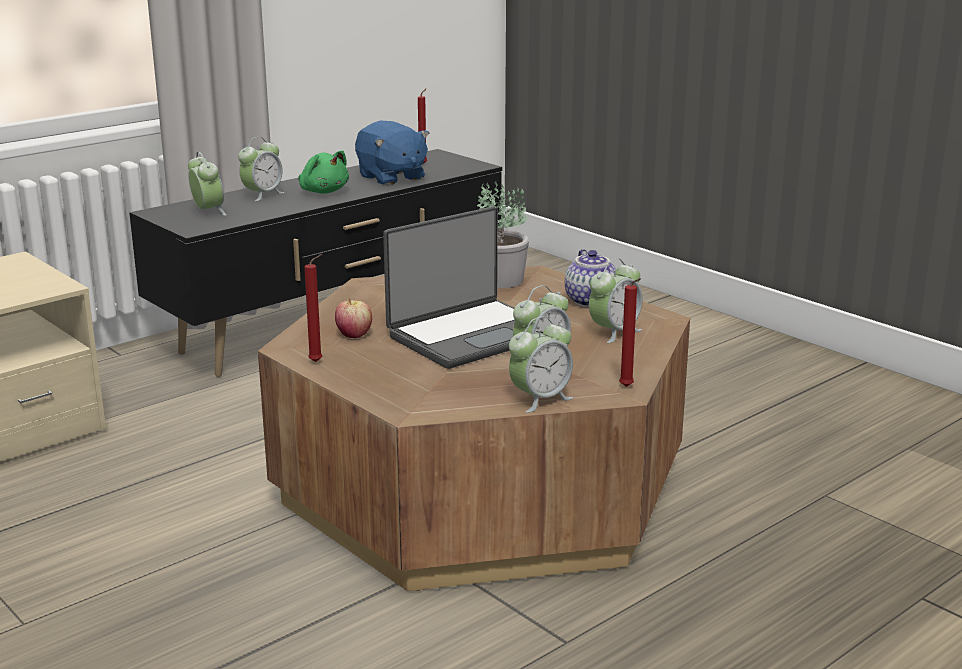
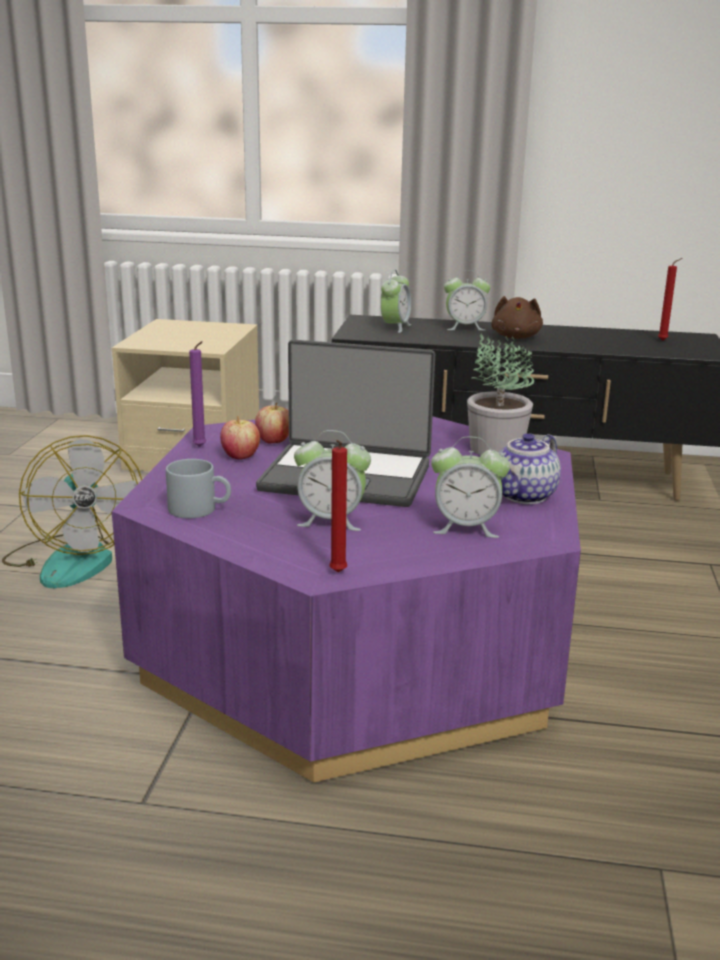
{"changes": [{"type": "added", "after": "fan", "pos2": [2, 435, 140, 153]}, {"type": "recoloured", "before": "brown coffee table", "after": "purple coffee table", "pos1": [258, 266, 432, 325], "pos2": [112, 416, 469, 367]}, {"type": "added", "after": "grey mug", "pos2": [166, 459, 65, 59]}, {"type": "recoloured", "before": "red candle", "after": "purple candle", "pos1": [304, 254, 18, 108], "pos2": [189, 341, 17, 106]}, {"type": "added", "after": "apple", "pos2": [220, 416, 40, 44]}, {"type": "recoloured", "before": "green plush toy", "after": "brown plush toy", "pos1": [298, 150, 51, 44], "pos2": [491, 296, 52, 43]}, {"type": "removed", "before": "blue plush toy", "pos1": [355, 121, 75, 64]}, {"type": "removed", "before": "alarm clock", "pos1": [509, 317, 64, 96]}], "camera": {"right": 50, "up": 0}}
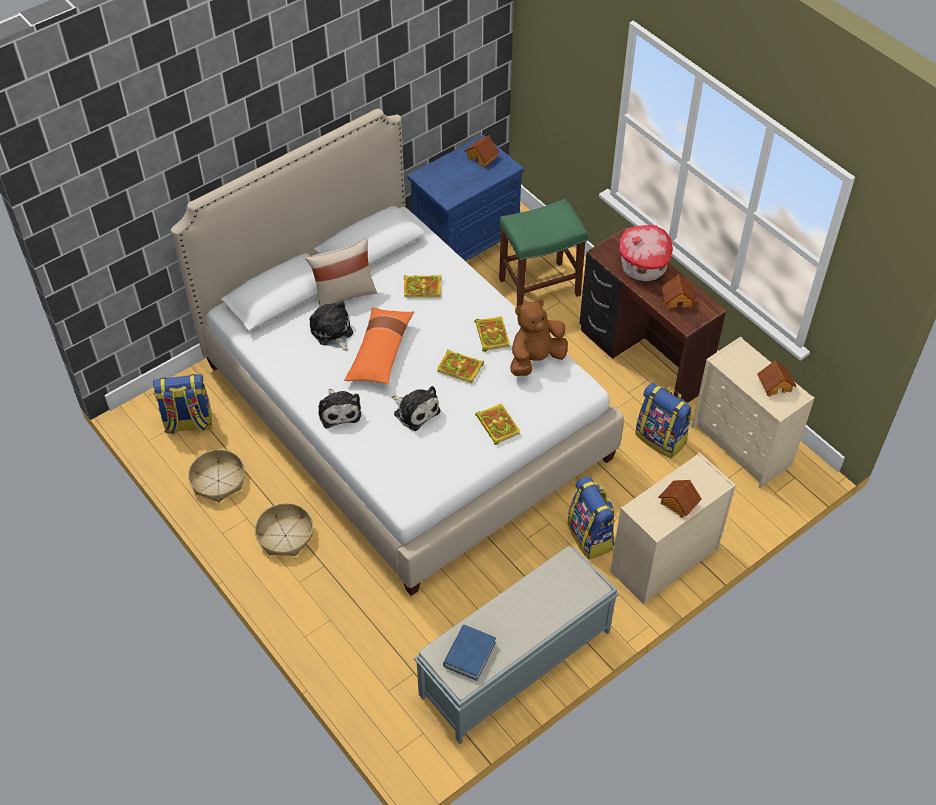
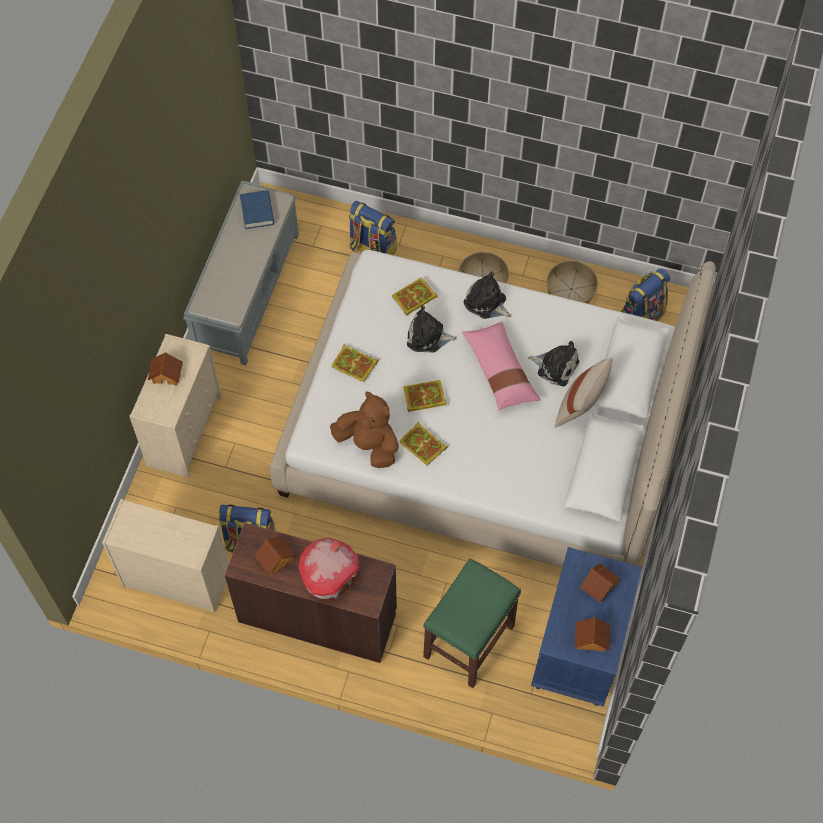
{"changes": [{"type": "turned", "before": "brown plush toy", "pos1": [510, 299, 58, 77], "pos2": [330, 391, 69, 77], "turn": -75}, {"type": "moved", "before": "backpack", "pos1": [567, 476, 49, 83], "pos2": [349, 201, 48, 54]}, {"type": "moved", "before": "book", "pos1": [404, 275, 38, 23], "pos2": [392, 277, 46, 39]}, {"type": "recoloured", "before": "orange pillow", "after": "pink pillow", "pos1": [344, 308, 70, 76], "pos2": [462, 322, 79, 89]}, {"type": "moved", "before": "toy house", "pos1": [757, 360, 39, 37], "pos2": [580, 563, 41, 40]}], "camera": {"right": 145, "up": 10}}
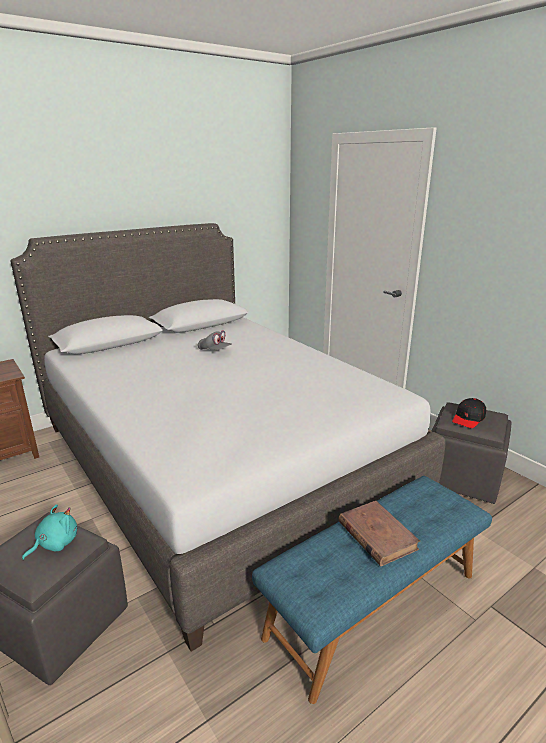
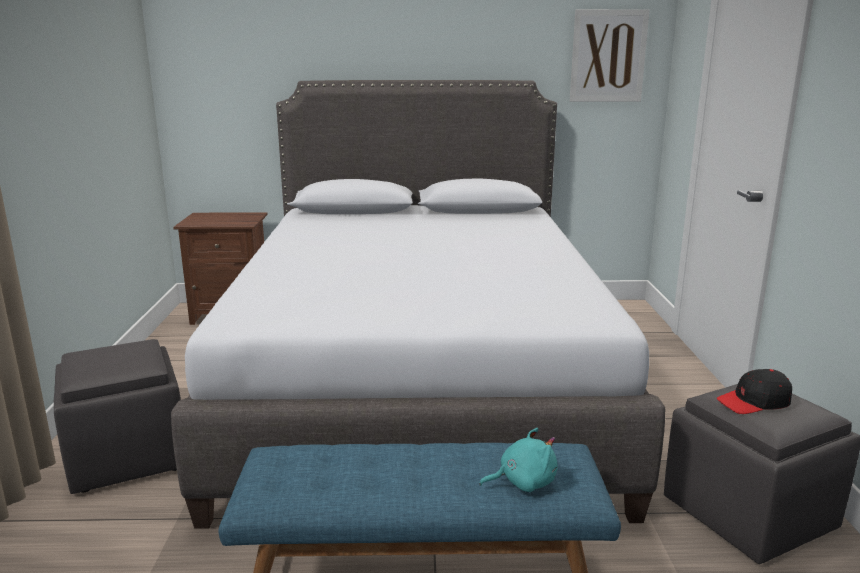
{"changes": [{"type": "moved", "before": "turquoise plush toy", "pos1": [22, 504, 55, 56], "pos2": [479, 428, 79, 64]}, {"type": "added", "after": "picture", "pos2": [570, 9, 80, 93]}, {"type": "removed", "before": "grey cap", "pos1": [198, 330, 34, 20]}, {"type": "removed", "before": "brown book", "pos1": [338, 501, 82, 65]}], "camera": {"right": 35, "up": -5}}
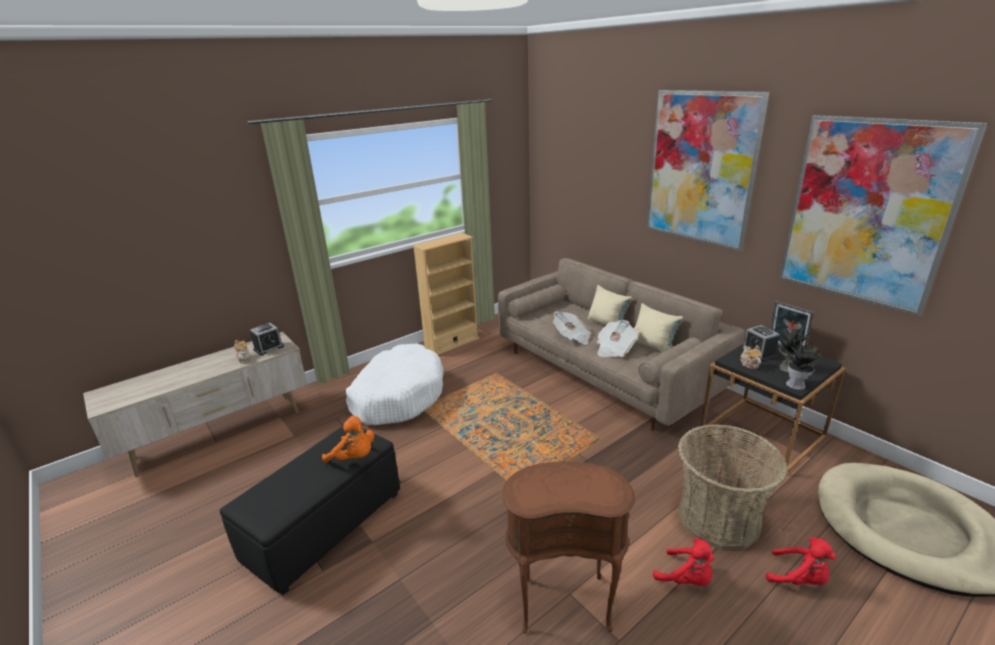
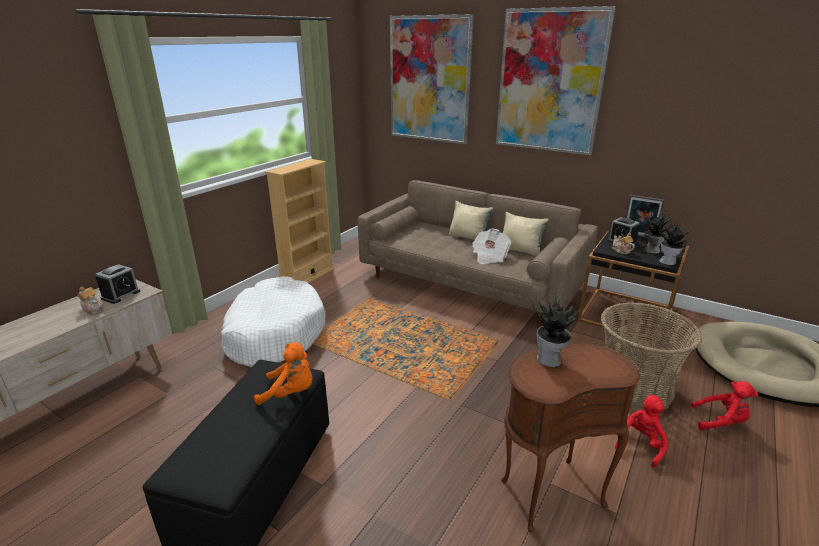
{"changes": [{"type": "moved", "before": "picture", "pos1": [779, 115, 208, 201], "pos2": [390, 14, 84, 130]}, {"type": "added", "after": "potted plant", "pos2": [532, 292, 49, 75]}, {"type": "turned", "before": "red plush toy", "pos1": [653, 538, 61, 48], "pos2": [615, 395, 53, 73], "turn": -75}, {"type": "removed", "before": "newspaper", "pos1": [553, 312, 38, 33]}], "camera": {"right": -20, "up": 0}}
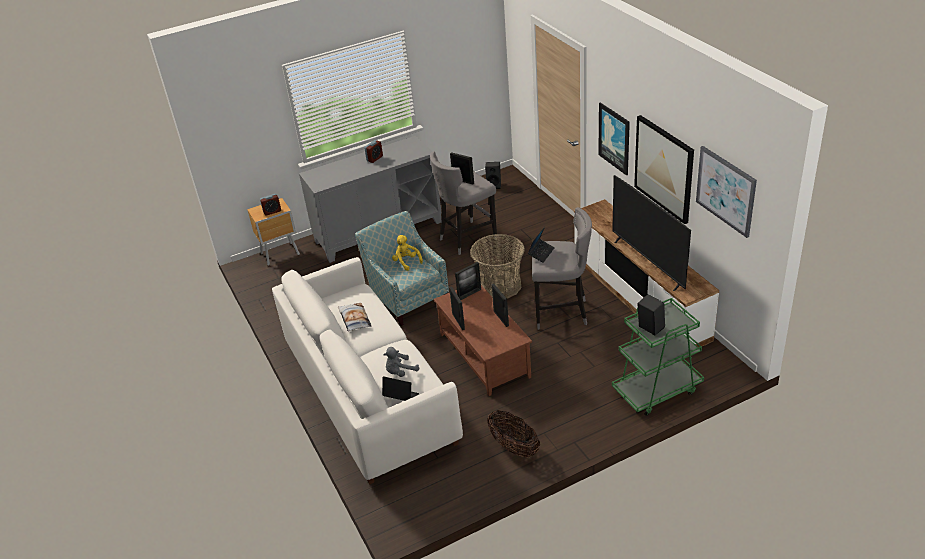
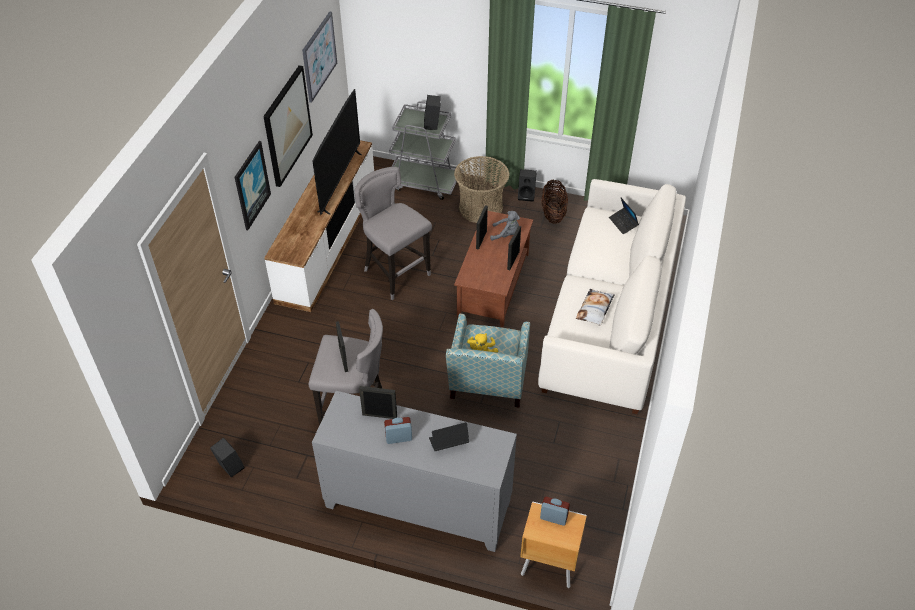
{"changes": [{"type": "moved", "before": "picture frame", "pos1": [455, 262, 26, 38], "pos2": [359, 386, 38, 33]}, {"type": "recoloured", "before": "green cart", "after": "grey cart", "pos1": [612, 298, 92, 118], "pos2": [389, 101, 72, 99]}, {"type": "moved", "before": "laptop", "pos1": [528, 227, 27, 36], "pos2": [429, 422, 40, 29]}, {"type": "moved", "before": "basket", "pos1": [470, 234, 55, 65], "pos2": [454, 156, 55, 67]}, {"type": "moved", "before": "grey plush toy", "pos1": [383, 347, 36, 30], "pos2": [490, 211, 30, 30]}, {"type": "added", "after": "black speaker", "pos2": [518, 169, 19, 33]}], "camera": {"right": -140, "up": 10}}
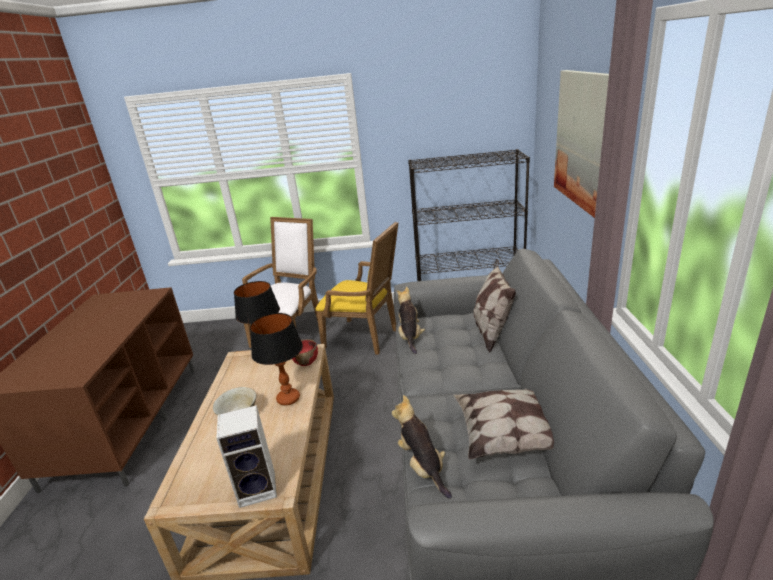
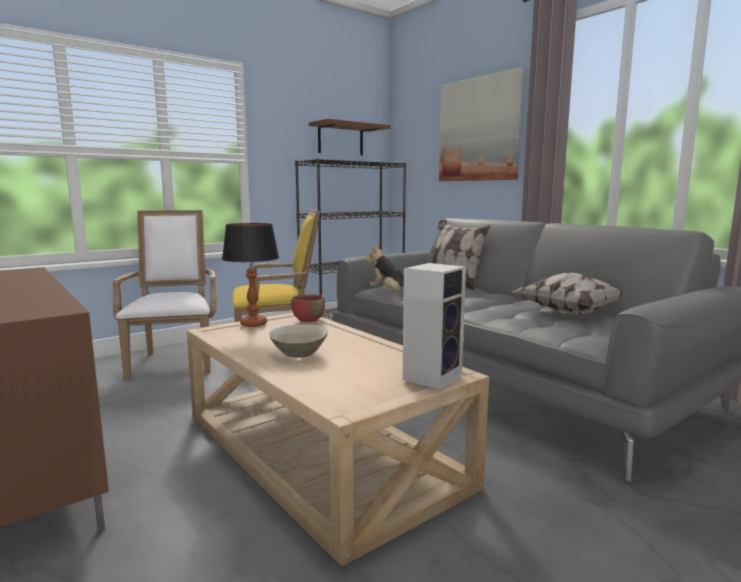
{"changes": [{"type": "added", "after": "brown shelf", "pos2": [309, 119, 81, 36]}, {"type": "removed", "before": "table lamp", "pos1": [250, 313, 53, 93]}, {"type": "removed", "before": "plush toy", "pos1": [392, 395, 60, 104]}], "camera": {"right": -40, "up": -15}}
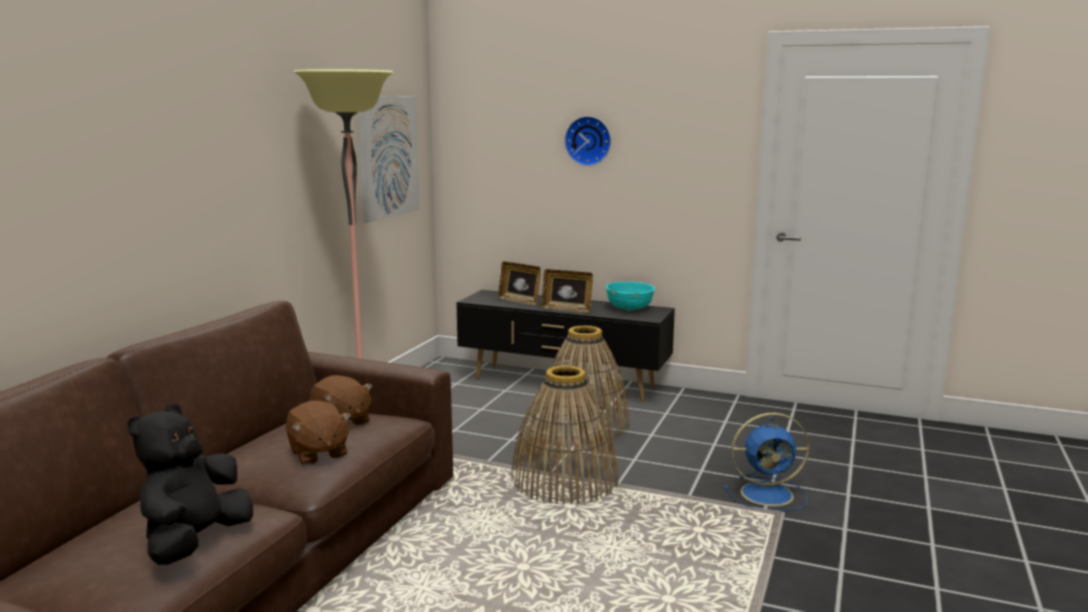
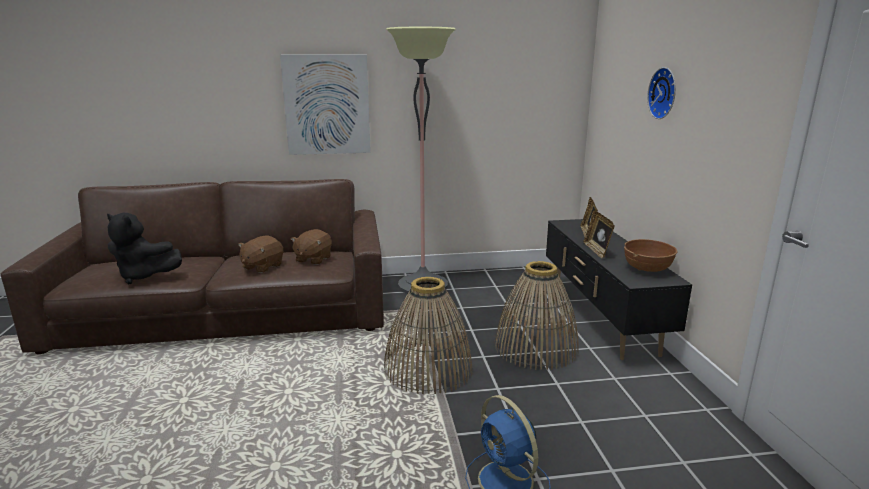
{"changes": [{"type": "turned", "before": "black plush toy", "pos1": [127, 403, 126, 162], "pos2": [107, 213, 75, 71], "turn": -150}, {"type": "moved", "before": "picture", "pos1": [358, 96, 62, 127], "pos2": [280, 55, 91, 100]}, {"type": "recoloured", "before": "turquoise bowl", "after": "brown bowl", "pos1": [606, 282, 49, 29], "pos2": [624, 239, 54, 33]}], "camera": {"right": 60, "up": 5}}
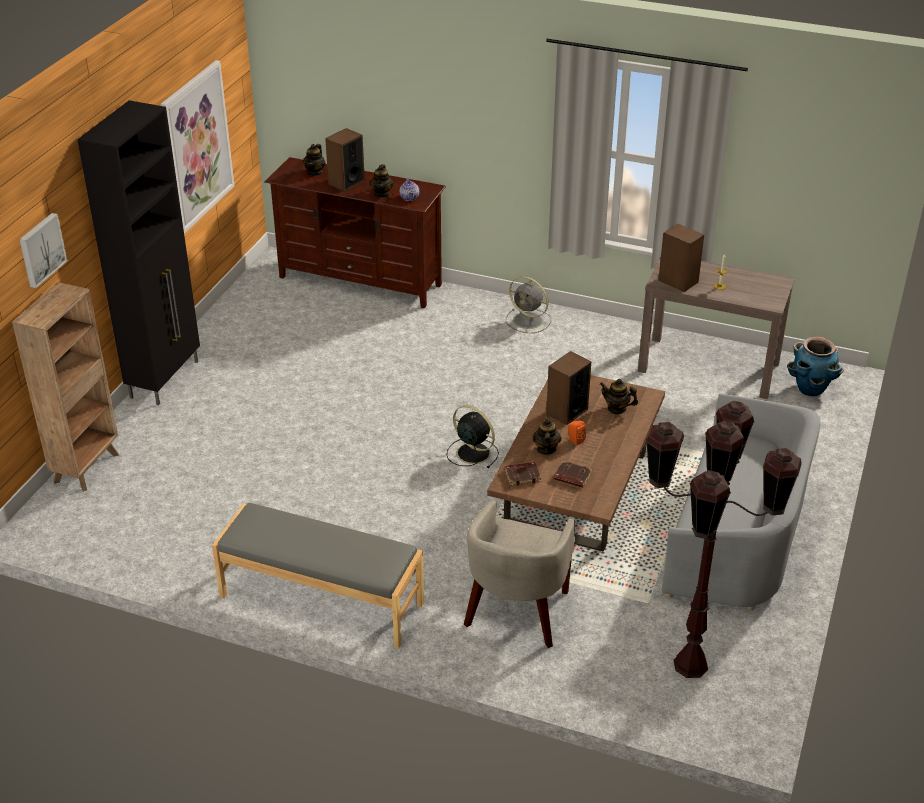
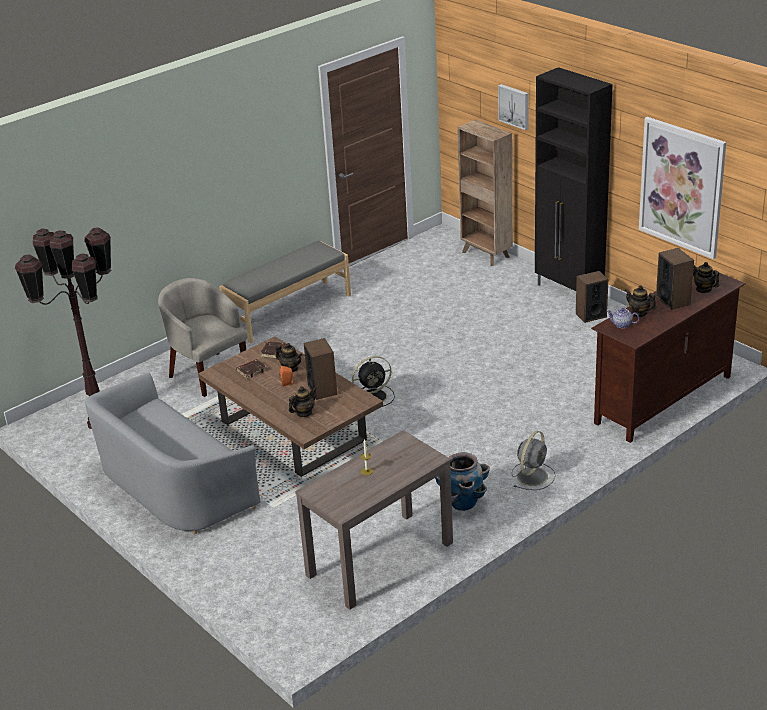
{"changes": [{"type": "moved", "before": "planter", "pos1": [787, 337, 57, 59], "pos2": [435, 452, 55, 59]}, {"type": "turned", "before": "grey fan", "pos1": [506, 276, 45, 57], "pos2": [512, 431, 44, 59], "turn": 150}, {"type": "moved", "before": "speaker", "pos1": [658, 224, 46, 68], "pos2": [576, 271, 32, 52]}], "camera": {"right": 120, "up": -5}}
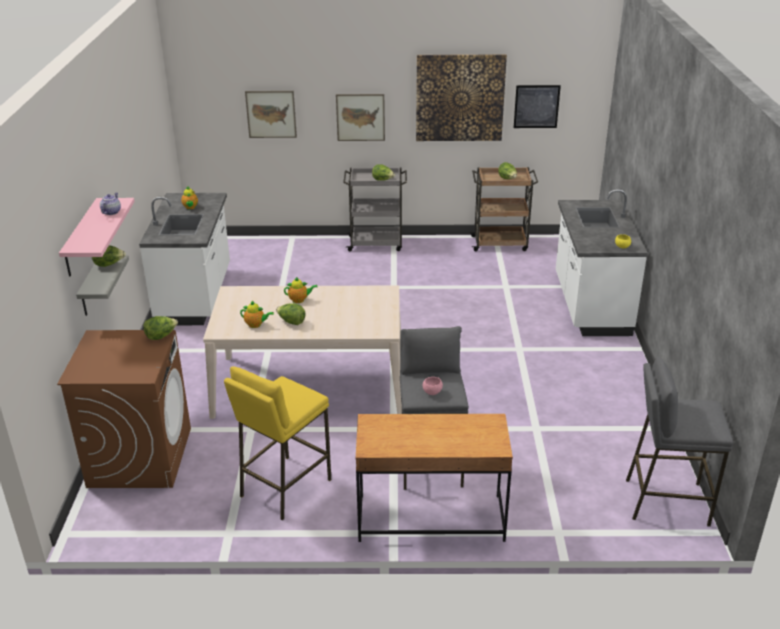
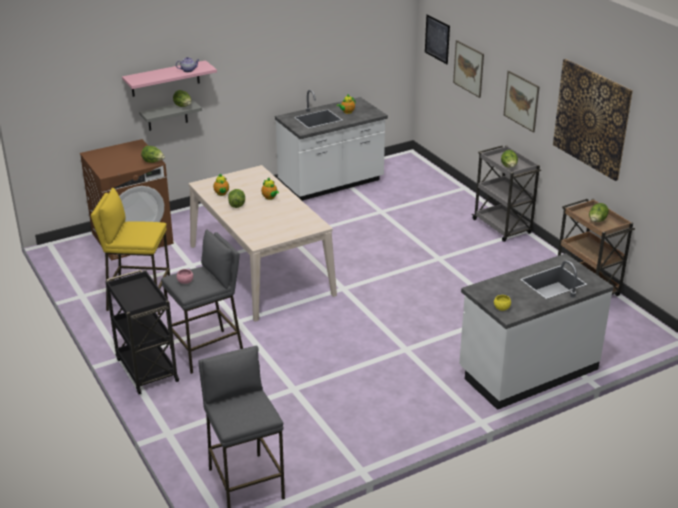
{"changes": [{"type": "replaced", "before": "brown desk", "after": "black cart", "pos1": [356, 414, 157, 128], "pos2": [105, 270, 74, 124]}, {"type": "moved", "before": "picture", "pos1": [514, 85, 47, 43], "pos2": [425, 14, 25, 50]}], "camera": {"right": 60, "up": 0}}
